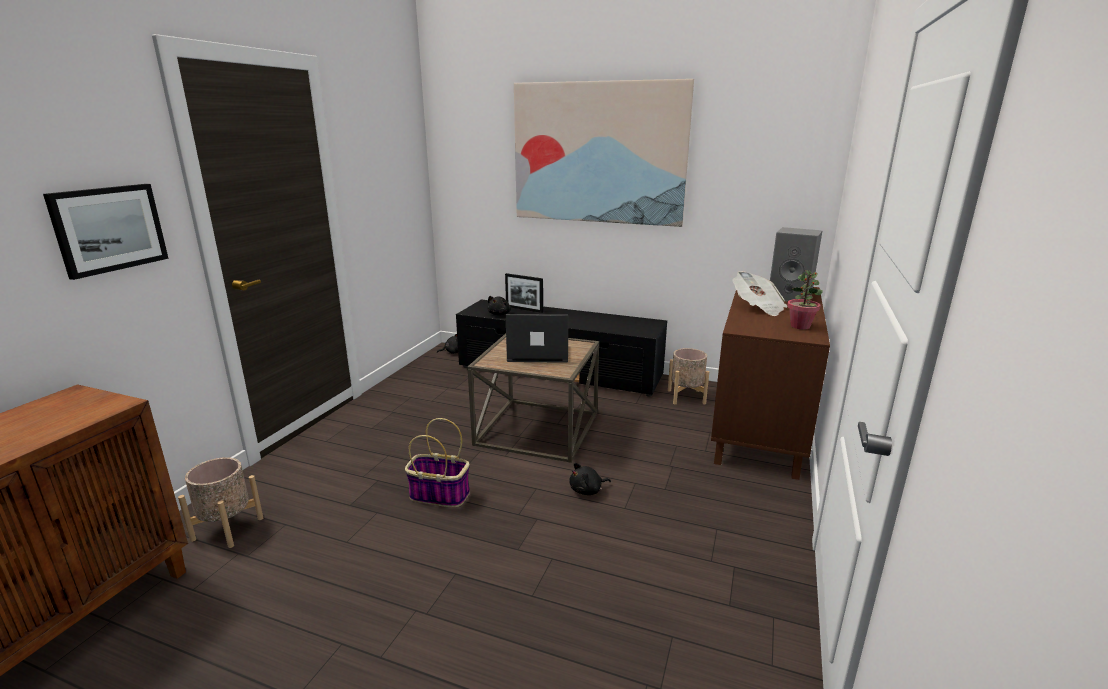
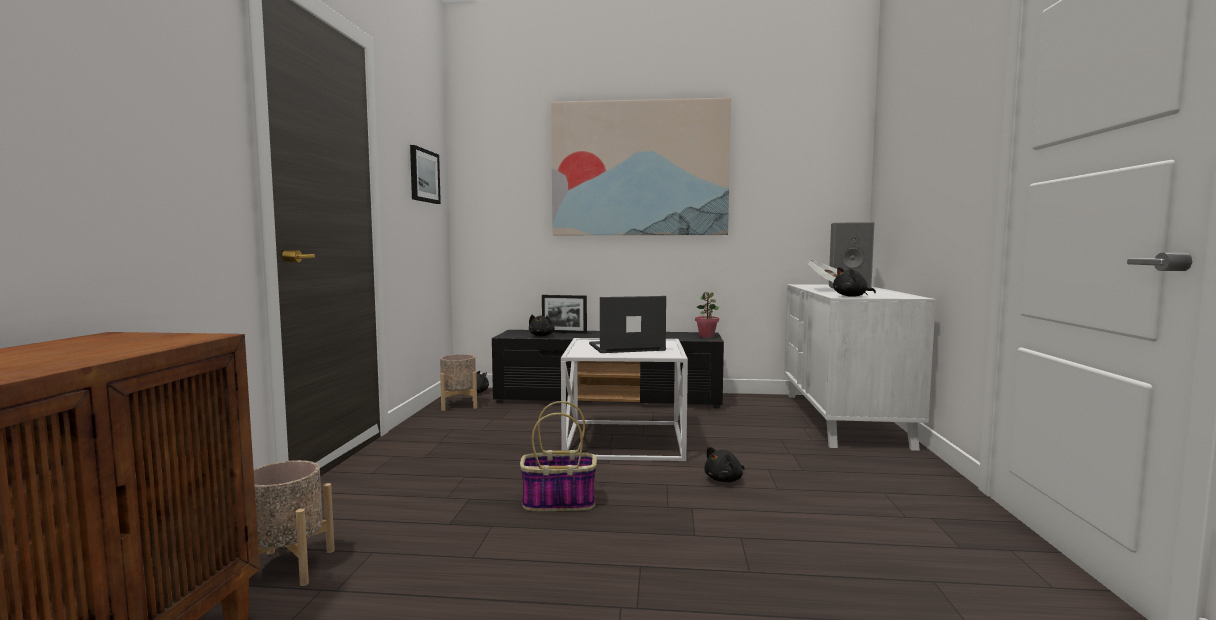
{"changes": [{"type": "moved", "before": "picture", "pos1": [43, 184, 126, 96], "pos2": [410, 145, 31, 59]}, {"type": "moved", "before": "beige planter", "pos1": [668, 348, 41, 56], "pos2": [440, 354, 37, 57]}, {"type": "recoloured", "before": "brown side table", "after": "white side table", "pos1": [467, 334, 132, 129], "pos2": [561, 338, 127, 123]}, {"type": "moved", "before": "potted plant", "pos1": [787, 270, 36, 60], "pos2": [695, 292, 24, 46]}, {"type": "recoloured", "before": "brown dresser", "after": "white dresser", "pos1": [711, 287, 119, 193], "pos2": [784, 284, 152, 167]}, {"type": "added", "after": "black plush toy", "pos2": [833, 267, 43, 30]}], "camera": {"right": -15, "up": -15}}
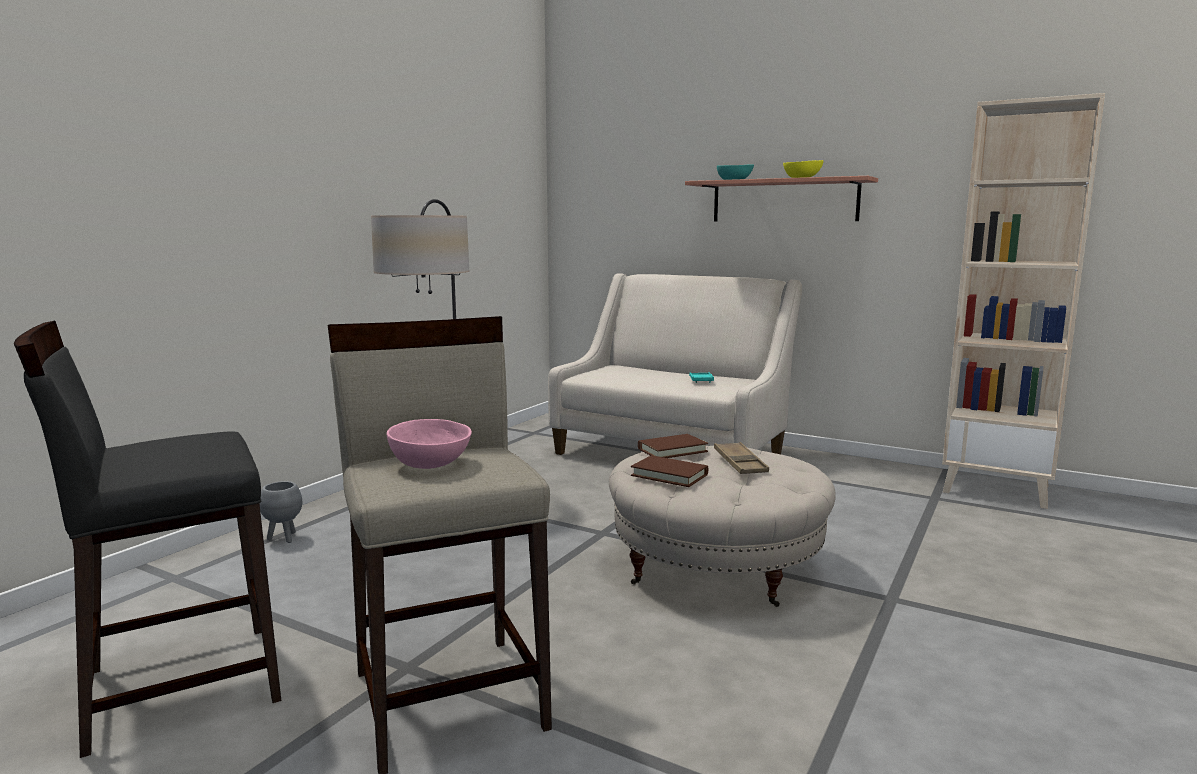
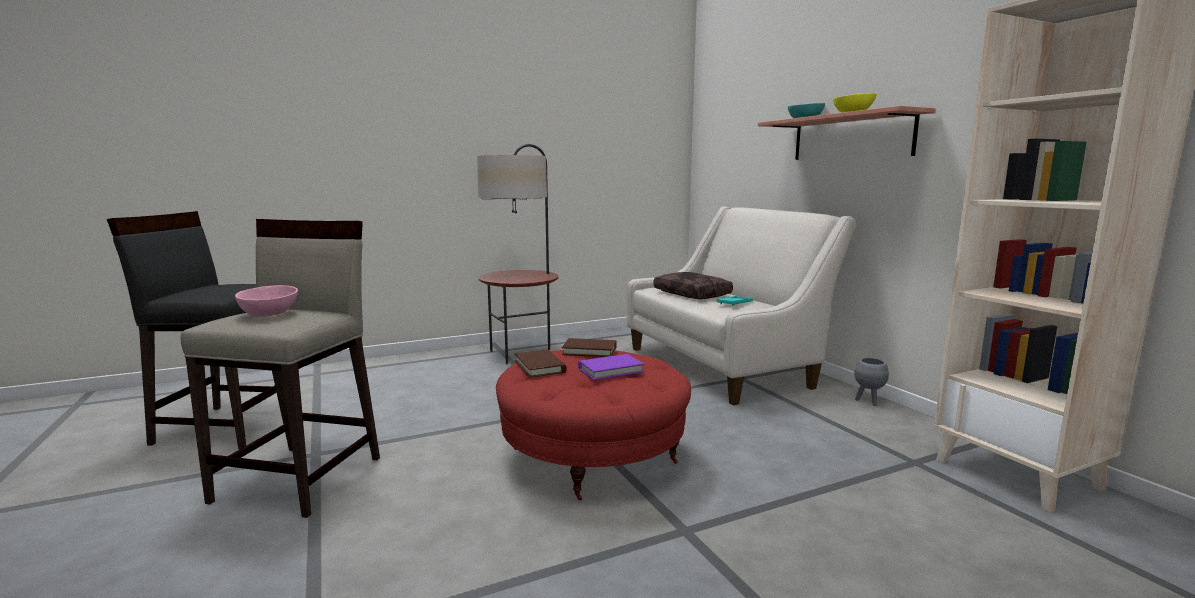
{"changes": [{"type": "recoloured", "before": "beige ottoman", "after": "red ottoman", "pos1": [609, 446, 227, 161], "pos2": [496, 350, 195, 151]}, {"type": "replaced", "before": "brown tray", "after": "purple book", "pos1": [714, 442, 55, 32], "pos2": [578, 354, 66, 26]}, {"type": "added", "after": "brown pillow", "pos2": [654, 272, 79, 27]}, {"type": "moved", "before": "grey planter", "pos1": [260, 481, 42, 62], "pos2": [855, 358, 34, 48]}], "camera": {"right": 35, "up": 0}}
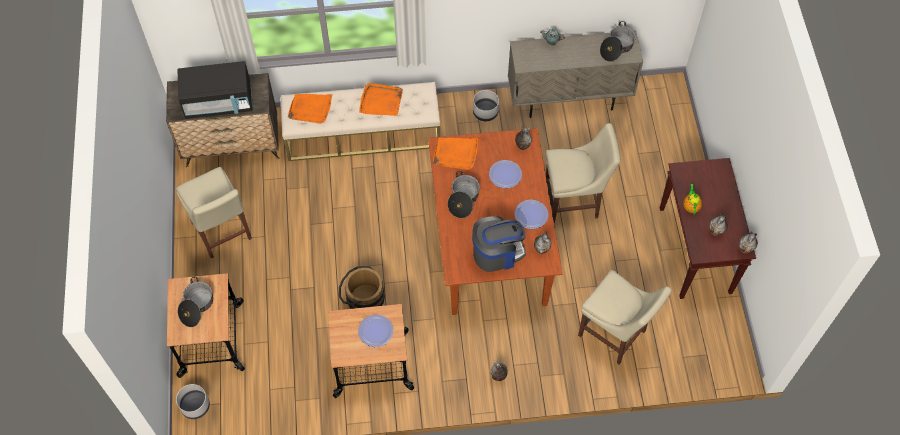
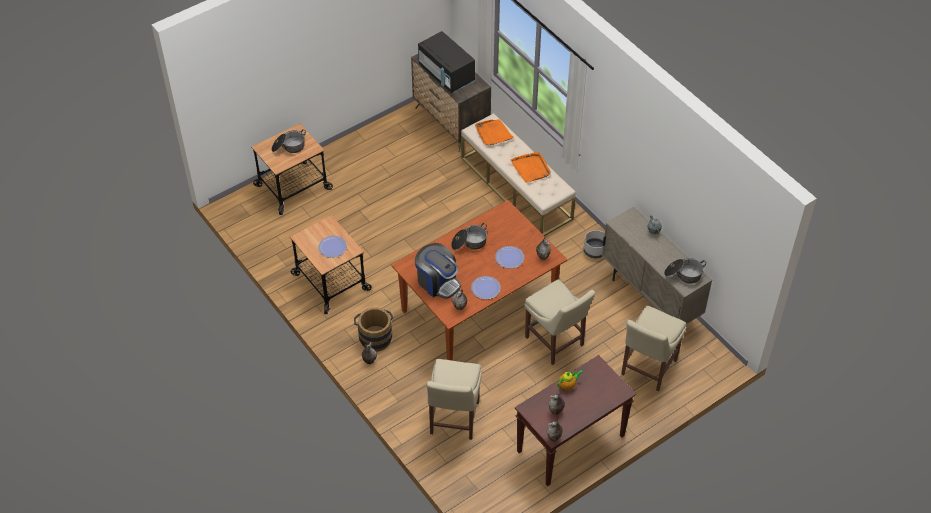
{"changes": [{"type": "moved", "before": "brown bucket", "pos1": [339, 266, 46, 43], "pos2": [354, 307, 40, 45]}, {"type": "moved", "before": "beige chair", "pos1": [176, 167, 76, 92], "pos2": [621, 306, 65, 85]}, {"type": "removed", "before": "grey planter", "pos1": [176, 384, 34, 35]}, {"type": "removed", "before": "orange tray", "pos1": [433, 138, 45, 32]}], "camera": {"right": 60, "up": -10}}
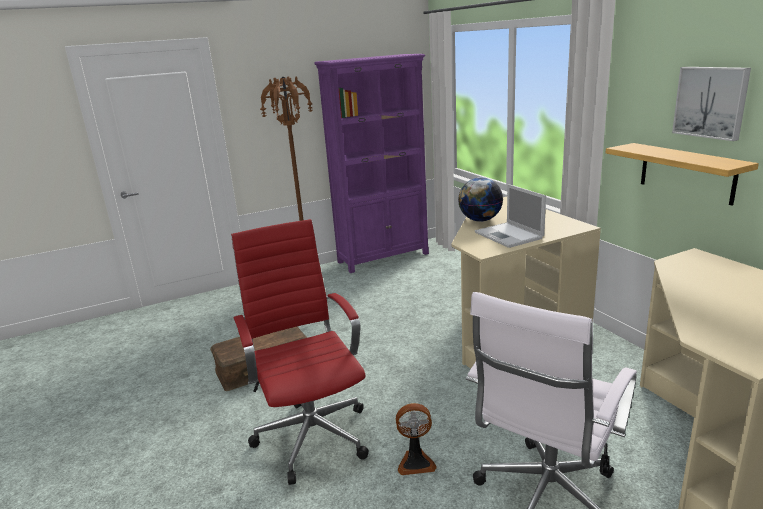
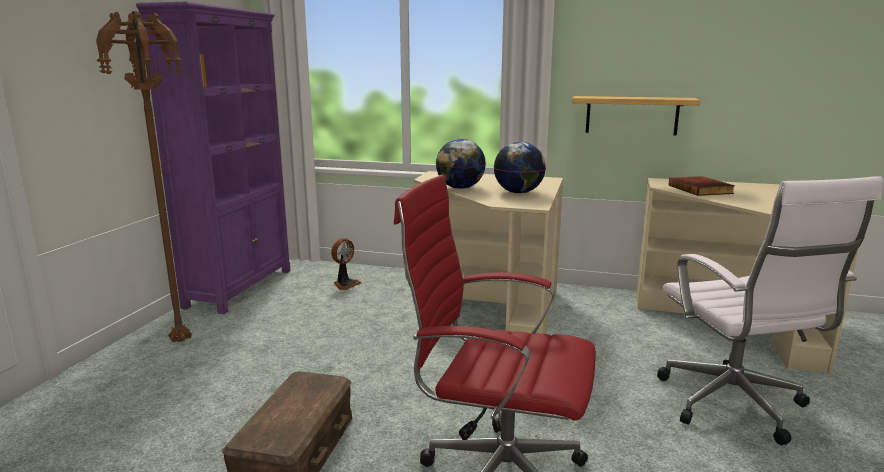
{"changes": [{"type": "moved", "before": "fan", "pos1": [396, 403, 41, 72], "pos2": [331, 238, 30, 52]}, {"type": "replaced", "before": "laptop", "after": "globe", "pos1": [475, 184, 71, 64], "pos2": [494, 142, 52, 51]}, {"type": "added", "after": "book", "pos2": [668, 176, 67, 20]}, {"type": "removed", "before": "picture", "pos1": [672, 67, 79, 74]}], "camera": {"right": -50, "up": -5}}
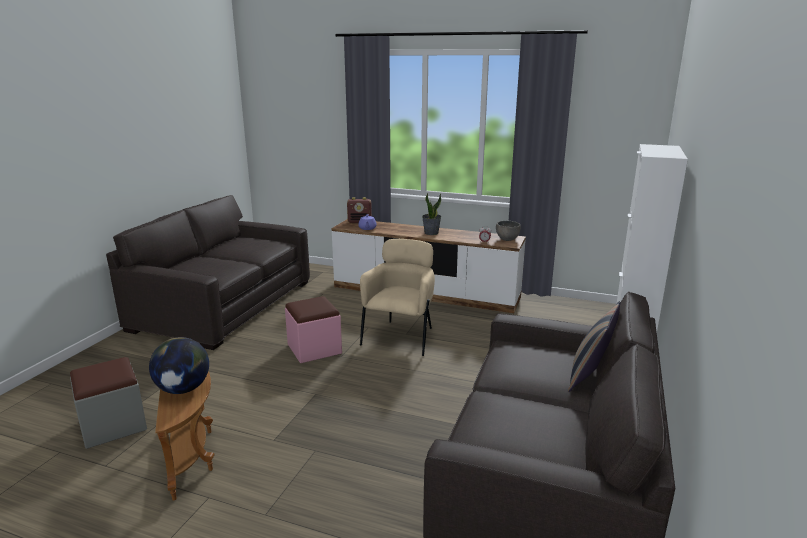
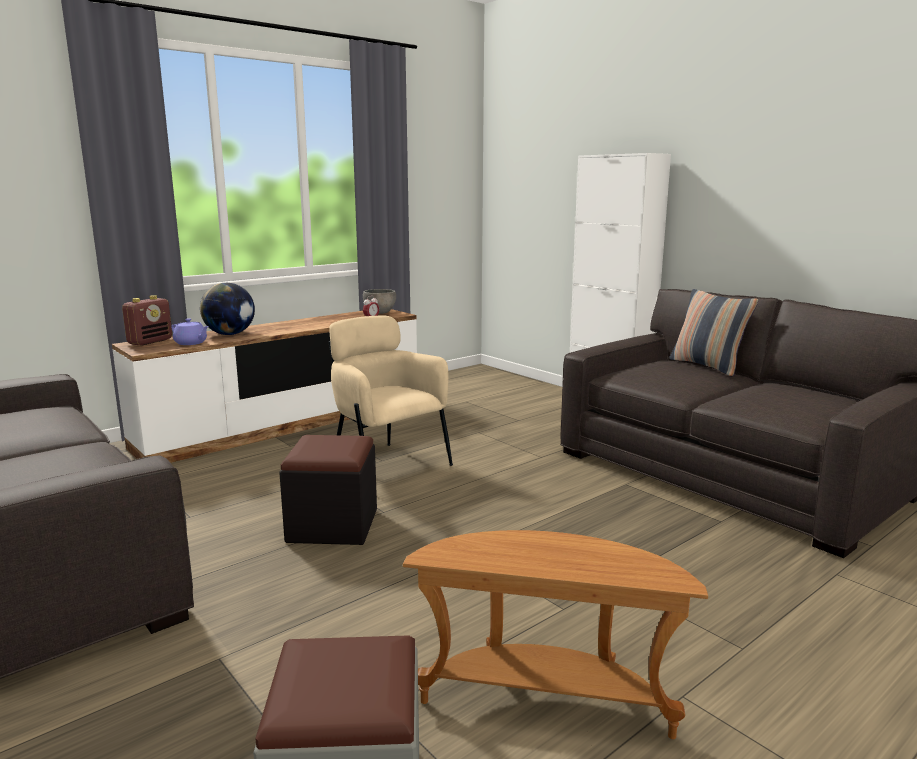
{"changes": [{"type": "moved", "before": "globe", "pos1": [149, 337, 60, 57], "pos2": [200, 283, 55, 52]}, {"type": "recoloured", "before": "pink ottoman", "after": "black ottoman", "pos1": [285, 296, 57, 67], "pos2": [279, 435, 98, 110]}, {"type": "removed", "before": "potted plant", "pos1": [422, 193, 19, 42]}], "camera": {"right": -60, "up": -5}}
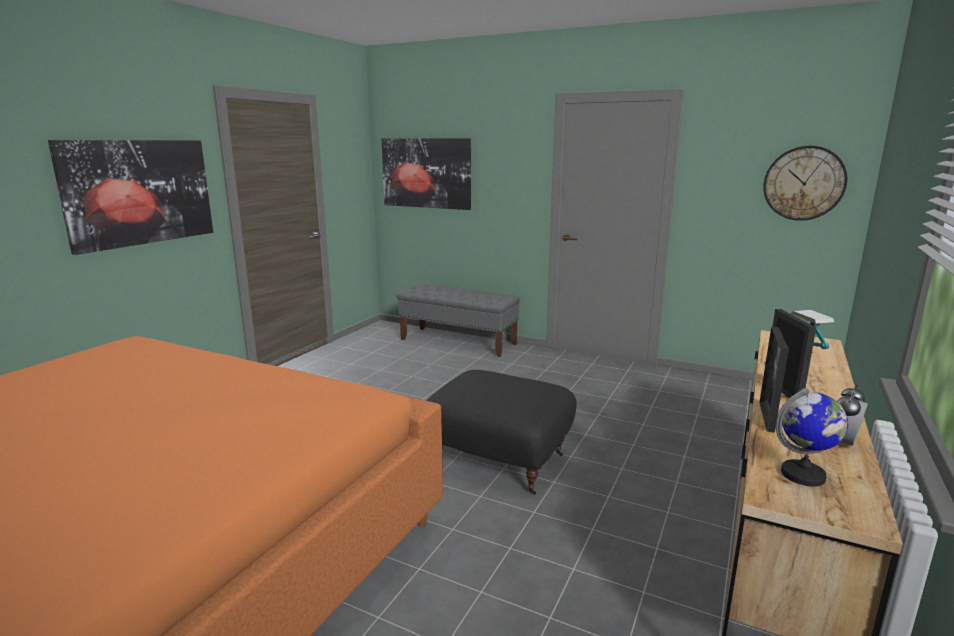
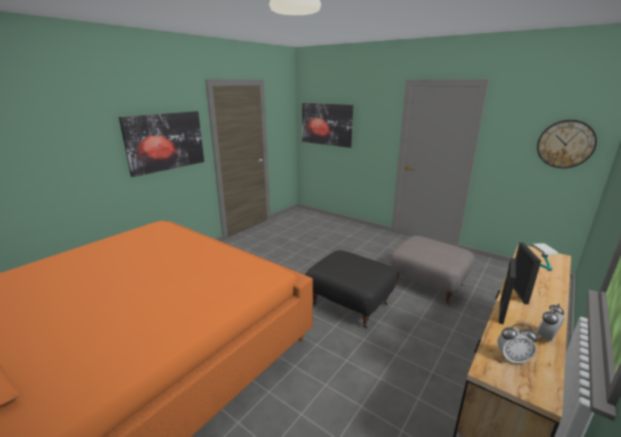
{"changes": [{"type": "added", "after": "grey ottoman", "pos2": [390, 236, 85, 68]}, {"type": "replaced", "before": "globe", "after": "alarm clock", "pos1": [776, 388, 72, 99], "pos2": [498, 324, 40, 40]}, {"type": "removed", "before": "grey bench", "pos1": [397, 284, 123, 73]}], "camera": {"right": 10, "up": 5}}
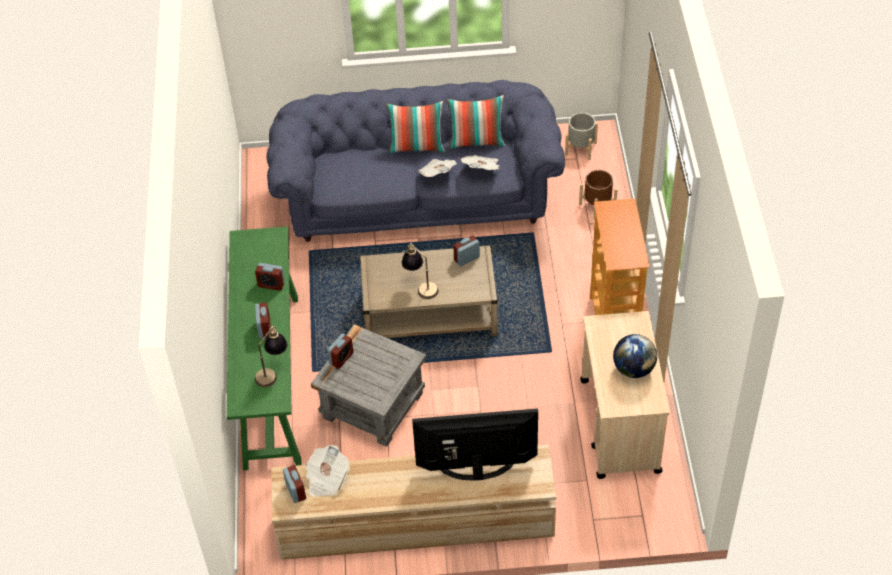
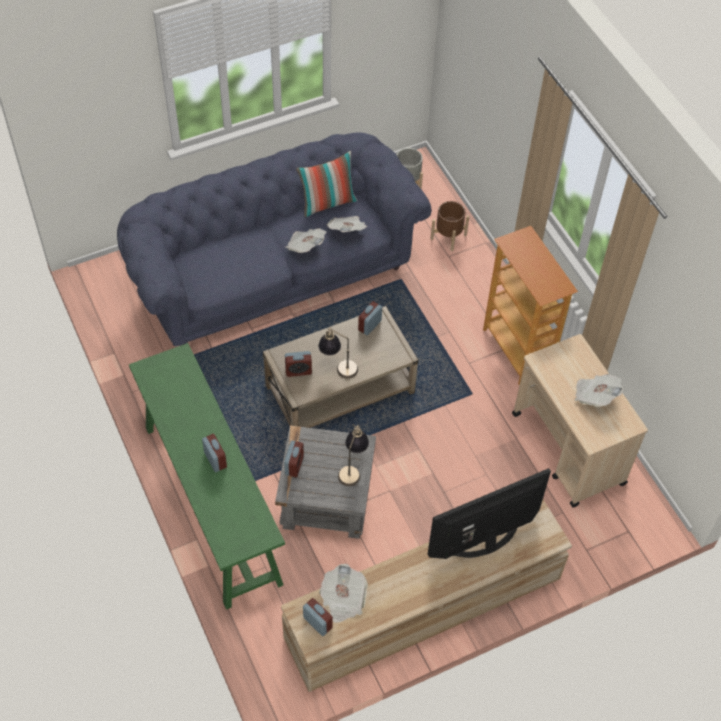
{"changes": [{"type": "moved", "before": "alarm clock", "pos1": [255, 263, 30, 28], "pos2": [285, 351, 27, 26]}, {"type": "moved", "before": "table lamp", "pos1": [255, 325, 33, 62], "pos2": [338, 424, 31, 62]}, {"type": "replaced", "before": "globe", "after": "newspaper", "pos1": [613, 334, 44, 44], "pos2": [575, 374, 48, 33]}, {"type": "removed", "before": "pillow", "pos1": [386, 101, 59, 52]}], "camera": {"right": -25, "up": 5}}
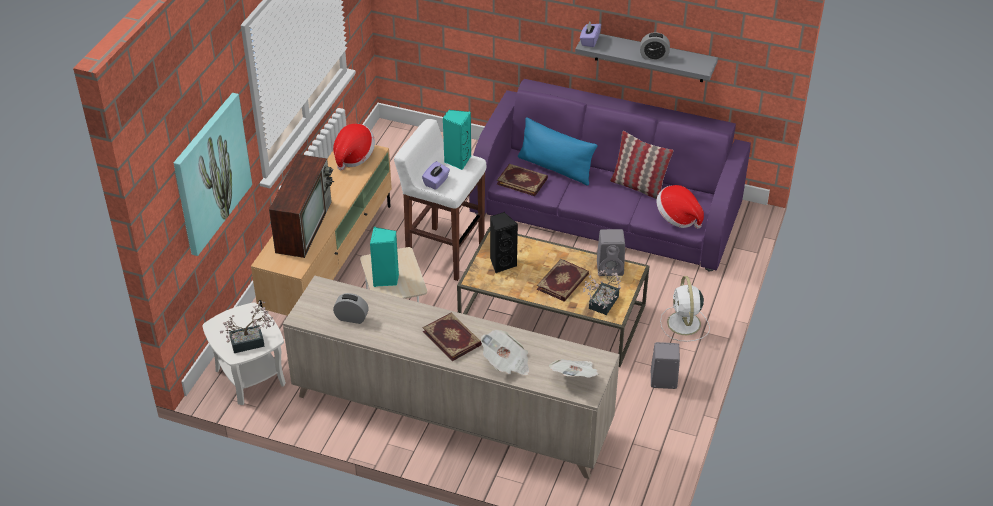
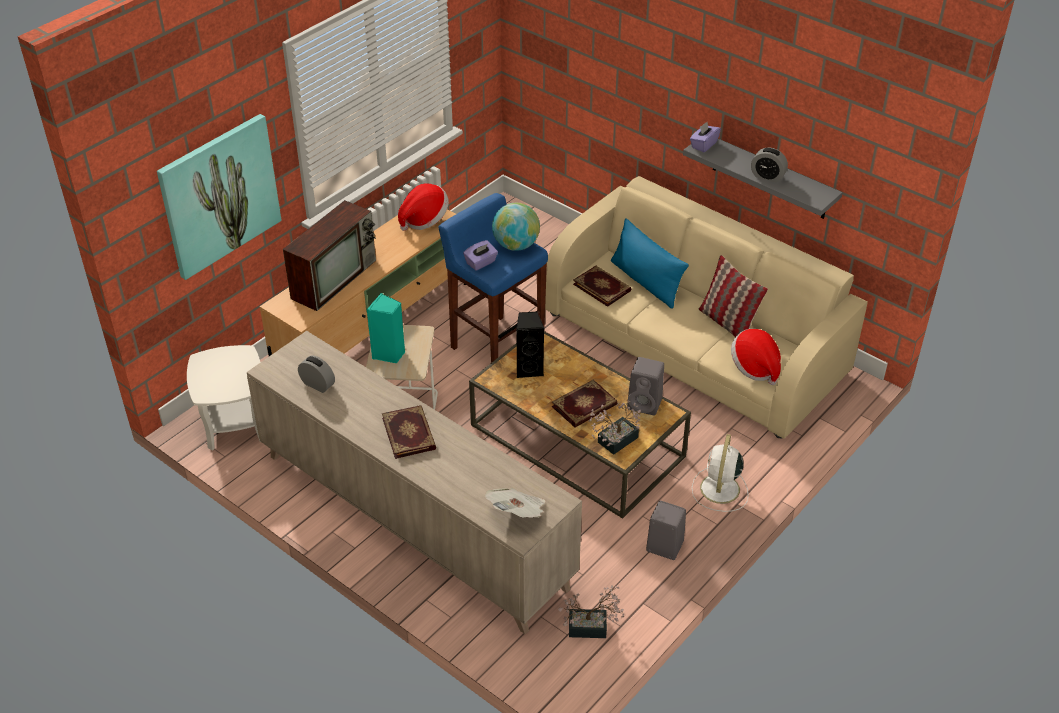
{"changes": [{"type": "recoloured", "before": "white stool", "after": "blue stool", "pos1": [394, 119, 92, 162], "pos2": [438, 193, 110, 170]}, {"type": "replaced", "before": "turquoise speaker", "after": "globe", "pos1": [443, 110, 28, 60], "pos2": [492, 203, 48, 48]}, {"type": "recoloured", "before": "purple sofa", "after": "beige sofa", "pos1": [469, 79, 282, 192], "pos2": [545, 176, 323, 263]}, {"type": "moved", "before": "potted plant", "pos1": [220, 301, 55, 52], "pos2": [558, 585, 67, 53]}, {"type": "removed", "before": "newspaper", "pos1": [481, 330, 48, 45]}], "camera": {"right": 20, "up": 0}}
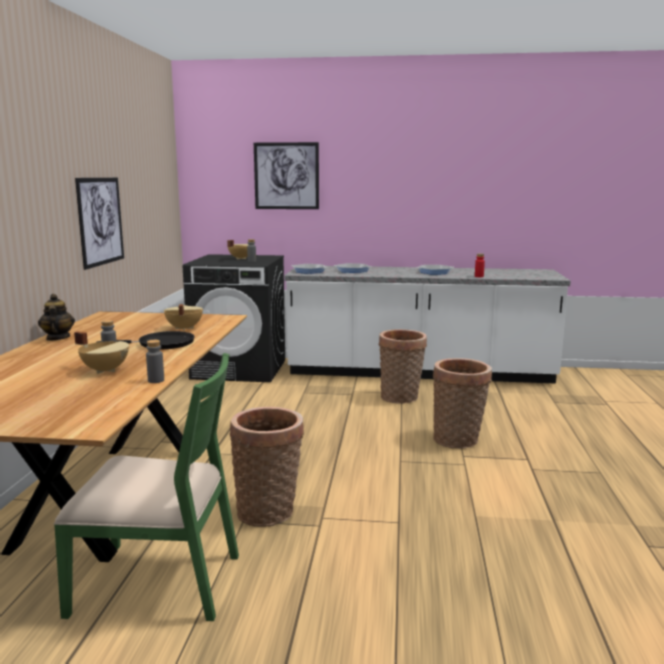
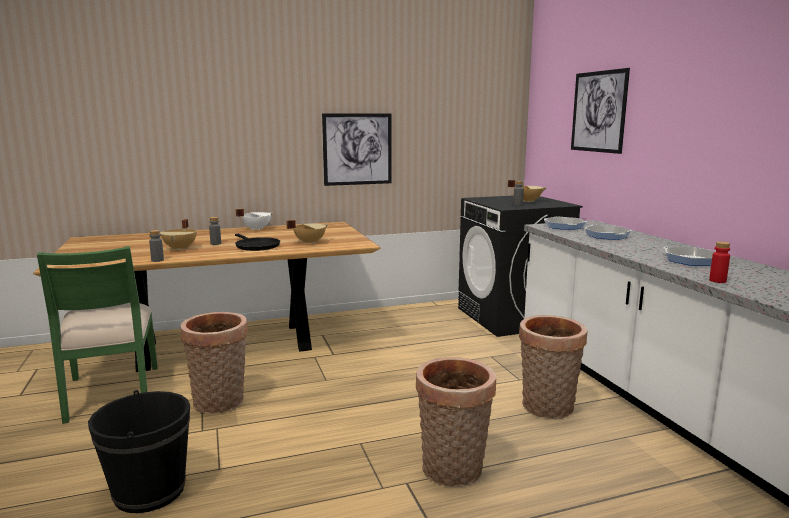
{"changes": [{"type": "added", "after": "black bucket", "pos2": [88, 390, 102, 123]}, {"type": "replaced", "before": "teapot", "after": "white cooking pot", "pos1": [38, 294, 37, 47], "pos2": [235, 209, 37, 21]}], "camera": {"right": 65, "up": 0}}
